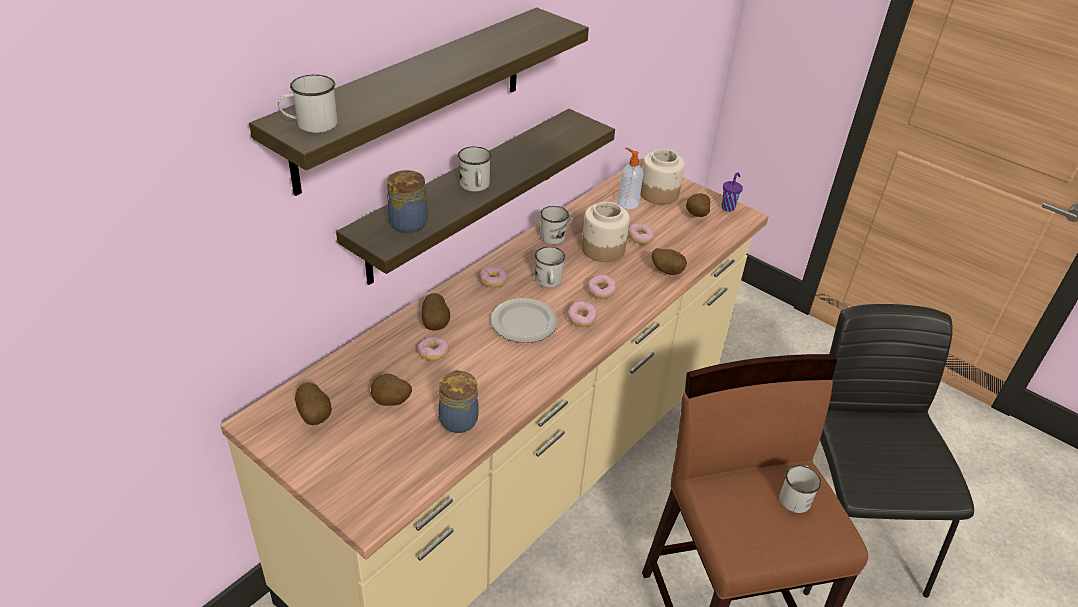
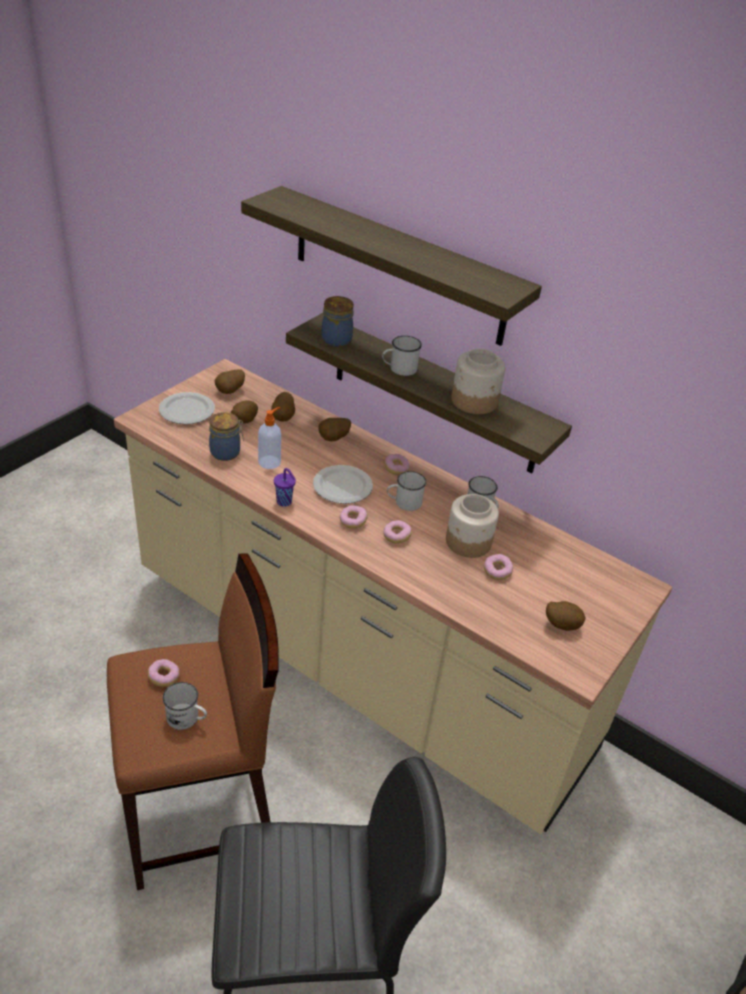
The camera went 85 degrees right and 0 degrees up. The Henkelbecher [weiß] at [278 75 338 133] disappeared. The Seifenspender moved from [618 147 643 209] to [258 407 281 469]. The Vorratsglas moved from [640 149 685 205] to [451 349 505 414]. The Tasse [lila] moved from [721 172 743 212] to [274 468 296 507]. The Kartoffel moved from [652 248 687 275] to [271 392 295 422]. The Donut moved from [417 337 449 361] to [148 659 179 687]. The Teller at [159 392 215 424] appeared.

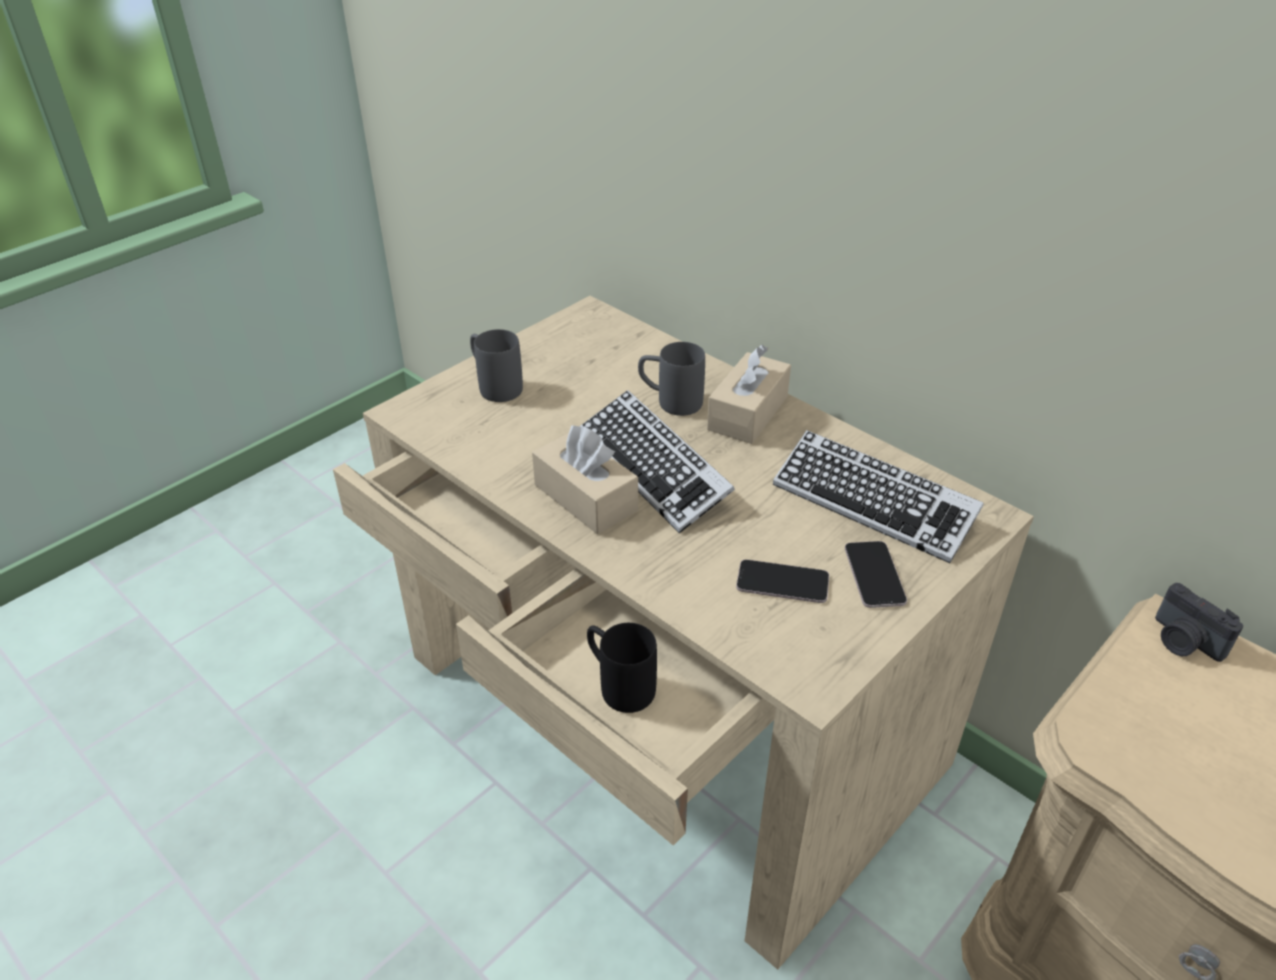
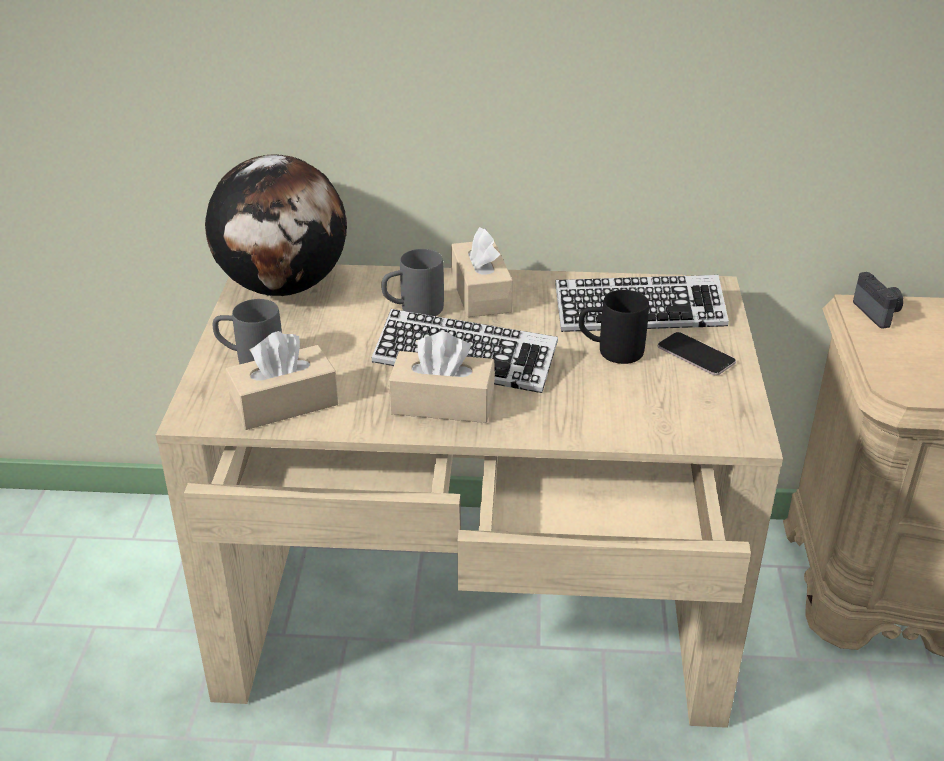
The camera went 40 degrees left and 5 degrees down. The Handy at [736 559 829 603] disappeared. The Kamera at [1155 583 1243 662] turned 120 degrees counterclockwise. The Henkelbecher [schwarz] moved from [587 623 657 713] to [579 290 649 364]. The Globus at [205 154 347 296] appeared. The Taschentuchbox [beige] at [225 331 338 430] appeared.

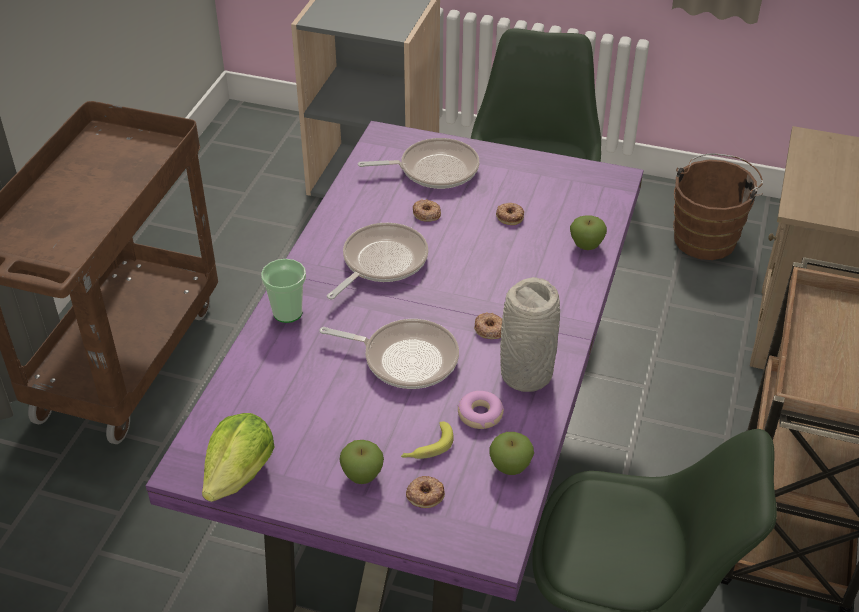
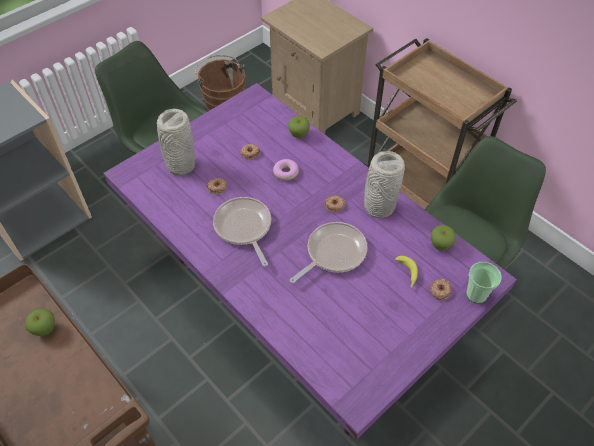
The camera went 60 degrees left and 10 degrees up. The Pfanne at [358 138 479 189] was replaced by the Vase [grau] at [157 109 195 176]. The Tasse moved from [261 259 306 323] to [466 262 502 304]. The Donut moved from [458 391 504 429] to [273 159 299 180]. The Salatkopf at [202 413 275 502] disappeared. The Apfel moved from [339 440 384 484] to [25 309 55 336].

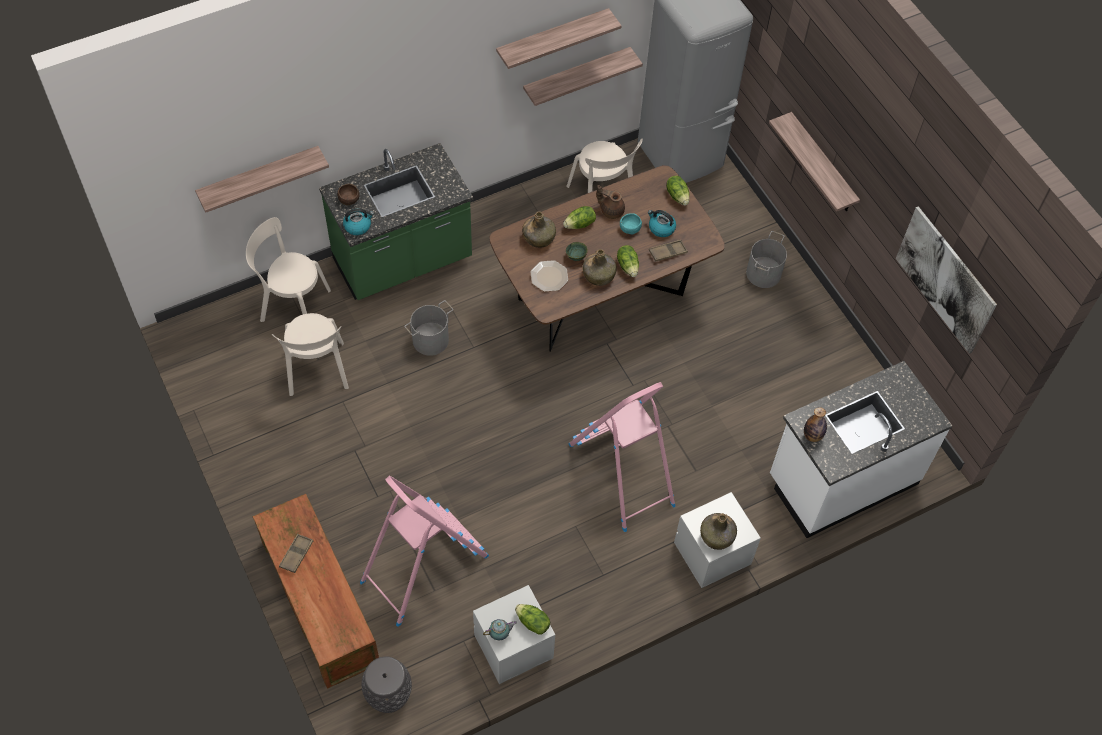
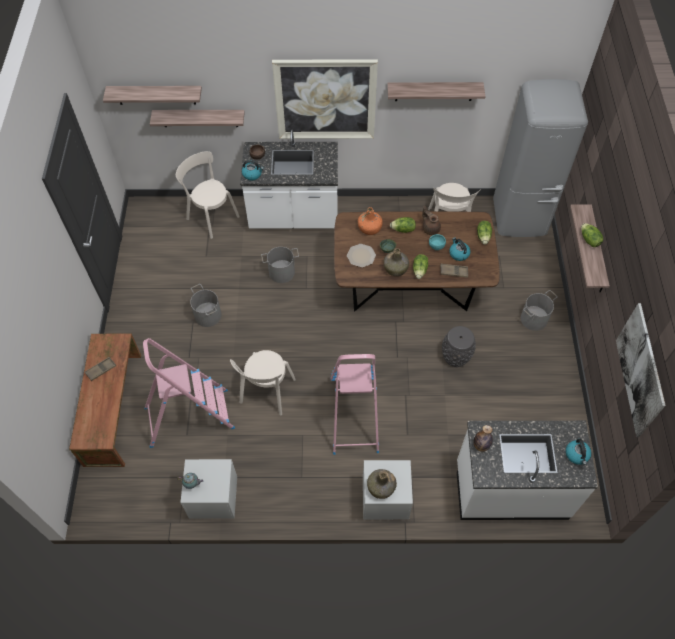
The camera went 30 degrees right and 0 degrees up. The Wandregal moved from [523 47 643 106] to [103 86 202 105]. The Küchenzeile [grün] at [319 143 473 300] became the Küchenzeile [weiß] at [240 129 338 229]. The Flasche [grün] at [522 211 556 248] became the Flasche [orange] at [358 207 383 235]. The Stuhl [beige] moved from [272 313 349 396] to [230 350 296 416]. The Salatkopf moved from [515 604 550 634] to [581 223 603 247]. The Hocker [grau] moved from [361 656 412 713] to [442 326 476 367]. The Bild at [272 59 378 139] appeared. The Eimer [grau] at [190 284 222 327] appeared. The Wasserkessel at [566 439 591 465] appeared.

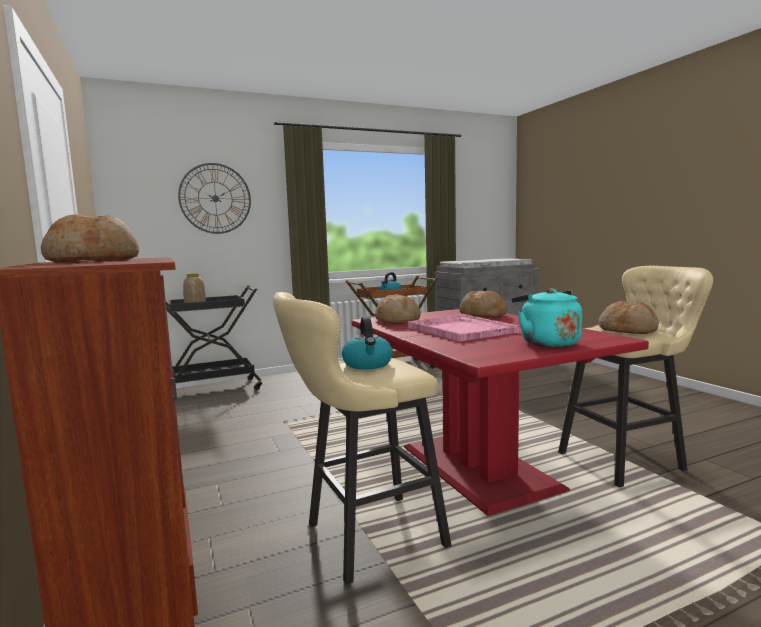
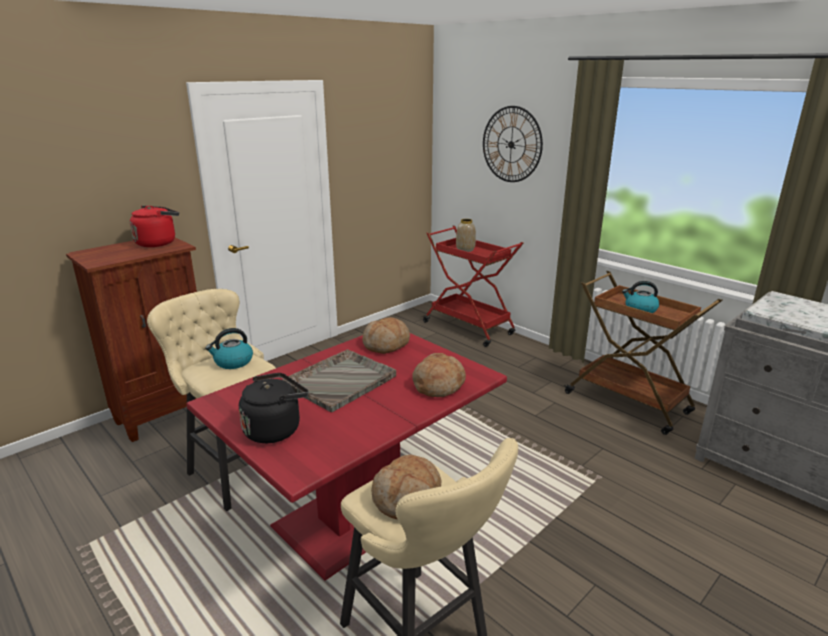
The camera went 70 degrees right and 15 degrees up. The Brot at [41 214 139 262] was replaced by the Wasserkessel [rot] at [130 205 179 247]. The Rollwagen [schwarz] at [166 285 262 390] became the Rollwagen [rot] at [422 226 524 347]. The Wasserkessel [türkis] at [511 289 582 347] became the Wasserkessel [schwarz] at [239 373 308 443]. The Tablett [rosa] at [408 314 520 342] became the Tablett [grau] at [283 349 396 412].

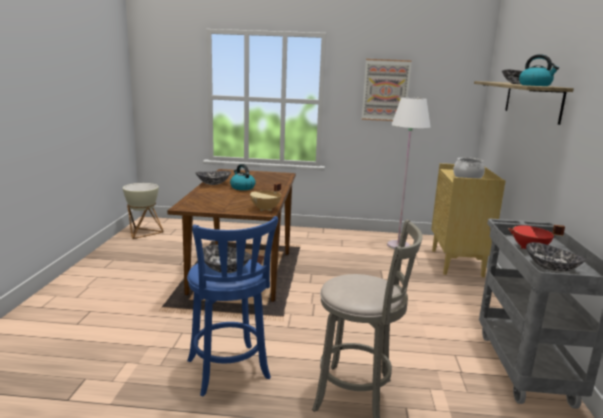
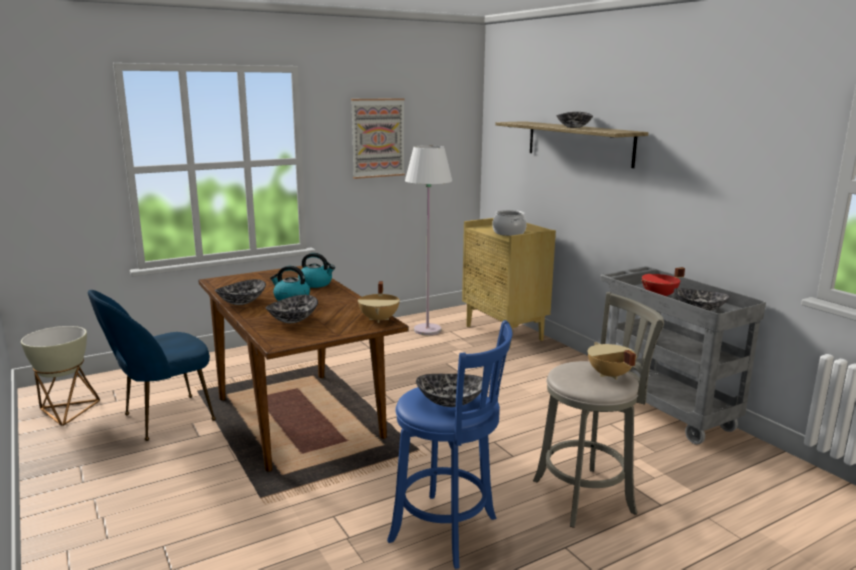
The camera went 35 degrees left and 0 degrees up. The Wasserkessel moved from [519 54 559 86] to [298 253 335 288]. The Stuhl [blau] at [88 290 216 441] appeared. The Schüssel at [266 295 318 323] appeared. The Kochtopf [beige] at [588 342 637 380] appeared.

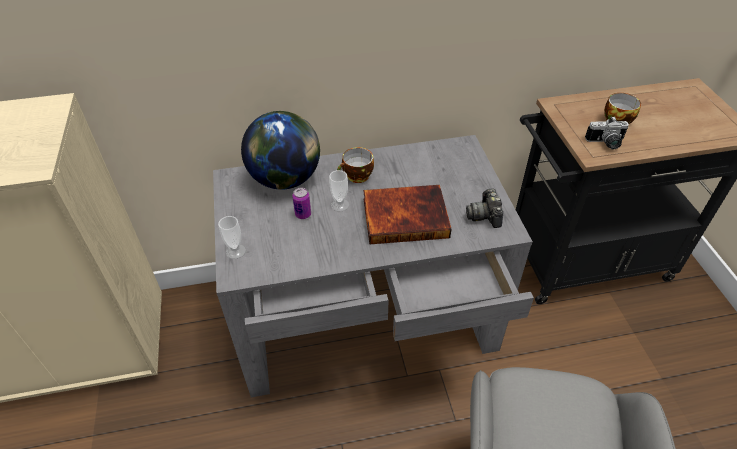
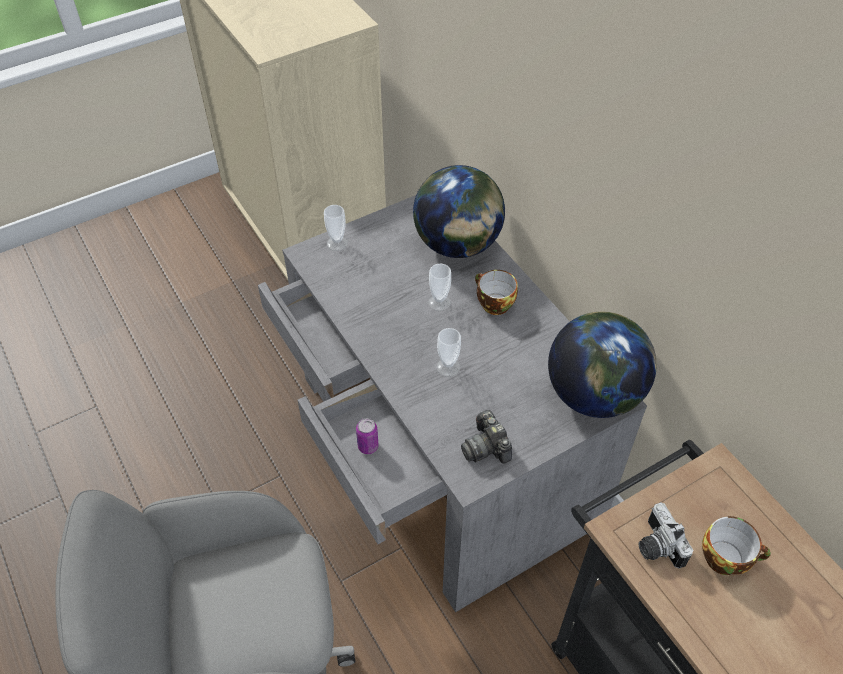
The camera went 70 degrees right and 5 degrees up. The Buch at [363 185 452 244] was replaced by the Tasse at [436 328 461 377]. The Dose moved from [292 187 311 219] to [356 418 378 454]. The Kamera at [466 189 503 228] turned 90 degrees counterclockwise. The Globus at [548 312 657 418] appeared.

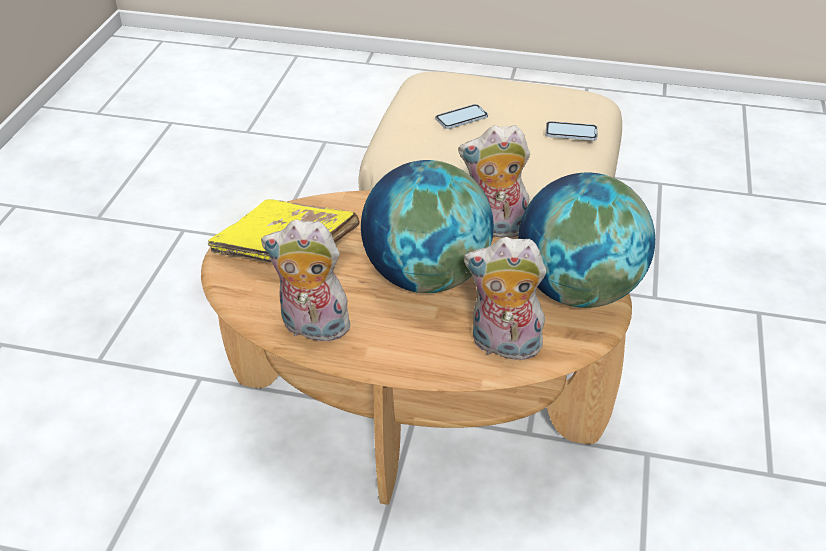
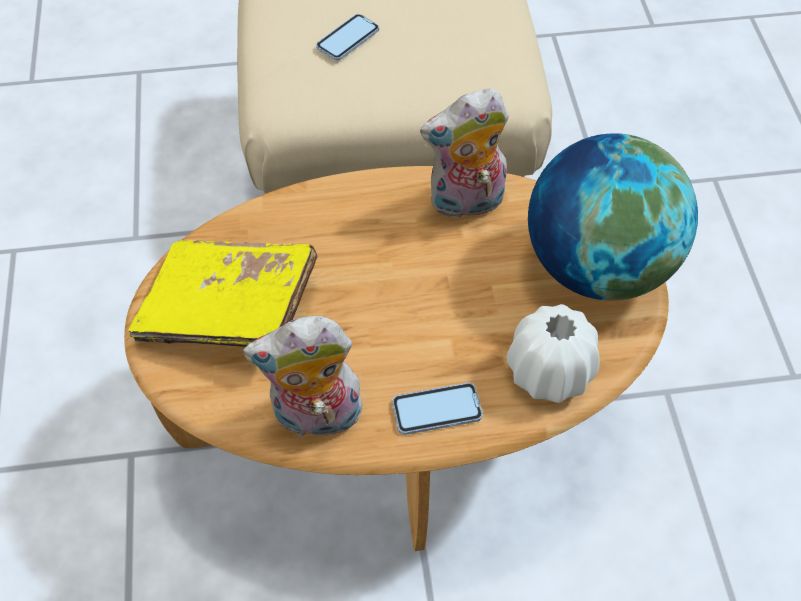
The camera went 20 degrees left and 15 degrees up. The Handy moved from [545 121 598 141] to [392 383 483 435]. The Globus at [361 160 494 293] disappeared. The Plüschtier at [464 237 547 360] was replaced by the Vase [weiß] at [507 304 600 403].

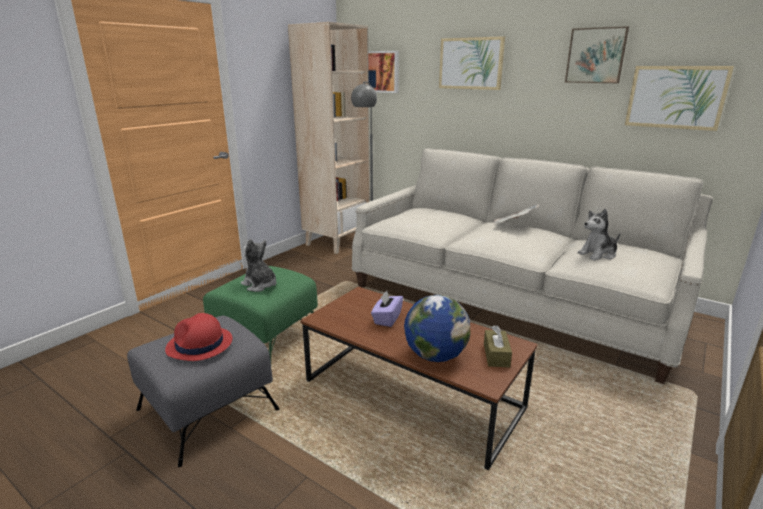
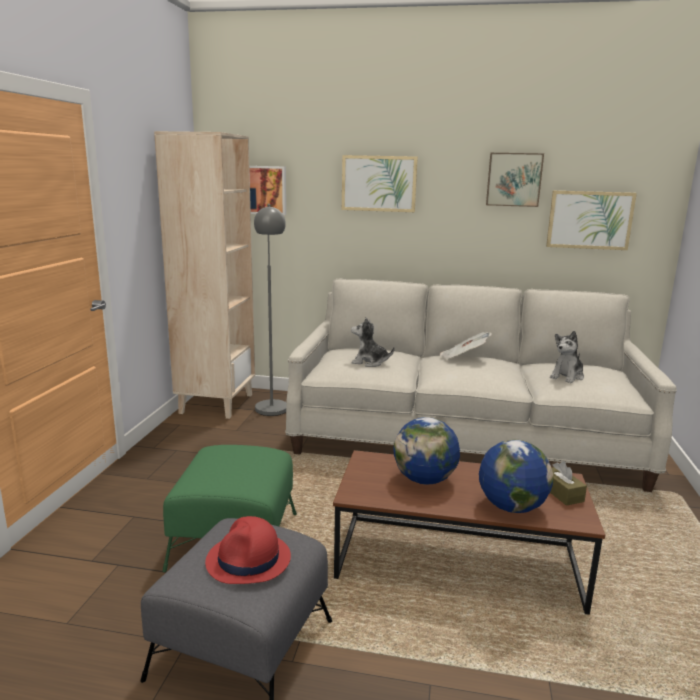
The camera went 25 degrees left and 5 degrees down. The Plüschtier moved from [241 239 277 292] to [351 317 395 367]. The Taschentuchbox [lila] at [371 290 403 327] was replaced by the Globus at [393 417 460 485].

